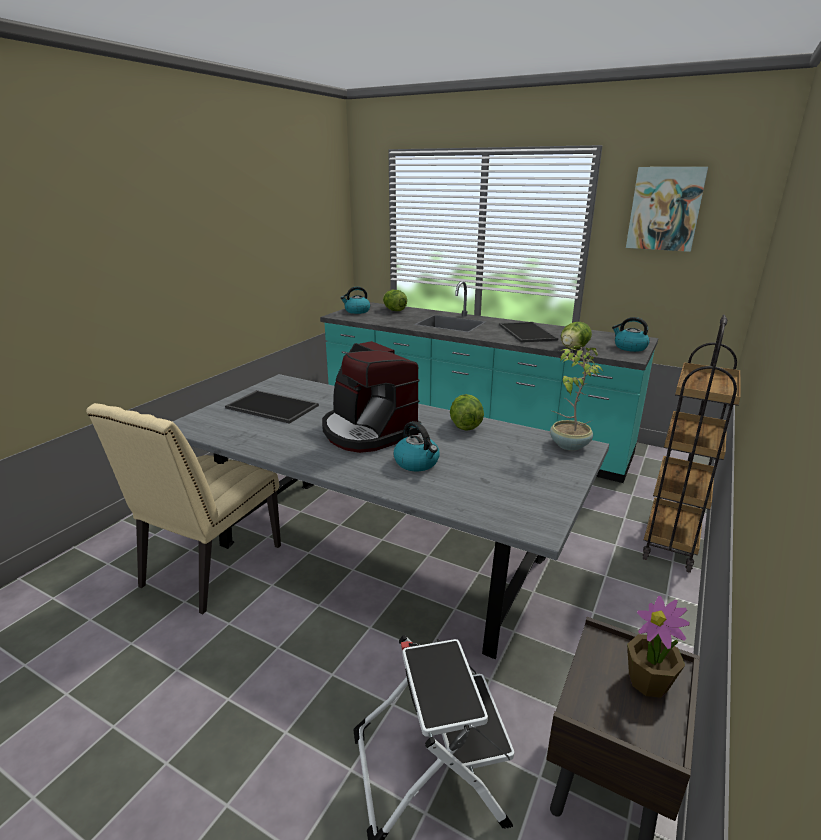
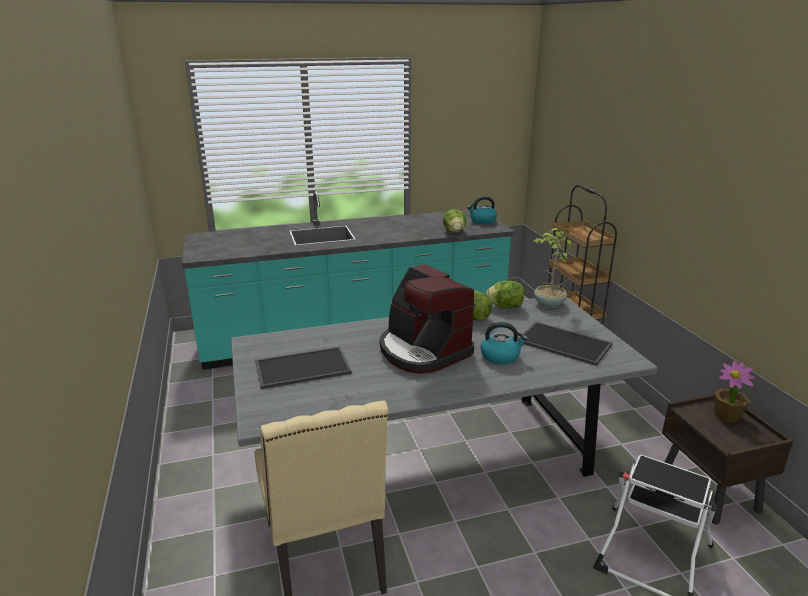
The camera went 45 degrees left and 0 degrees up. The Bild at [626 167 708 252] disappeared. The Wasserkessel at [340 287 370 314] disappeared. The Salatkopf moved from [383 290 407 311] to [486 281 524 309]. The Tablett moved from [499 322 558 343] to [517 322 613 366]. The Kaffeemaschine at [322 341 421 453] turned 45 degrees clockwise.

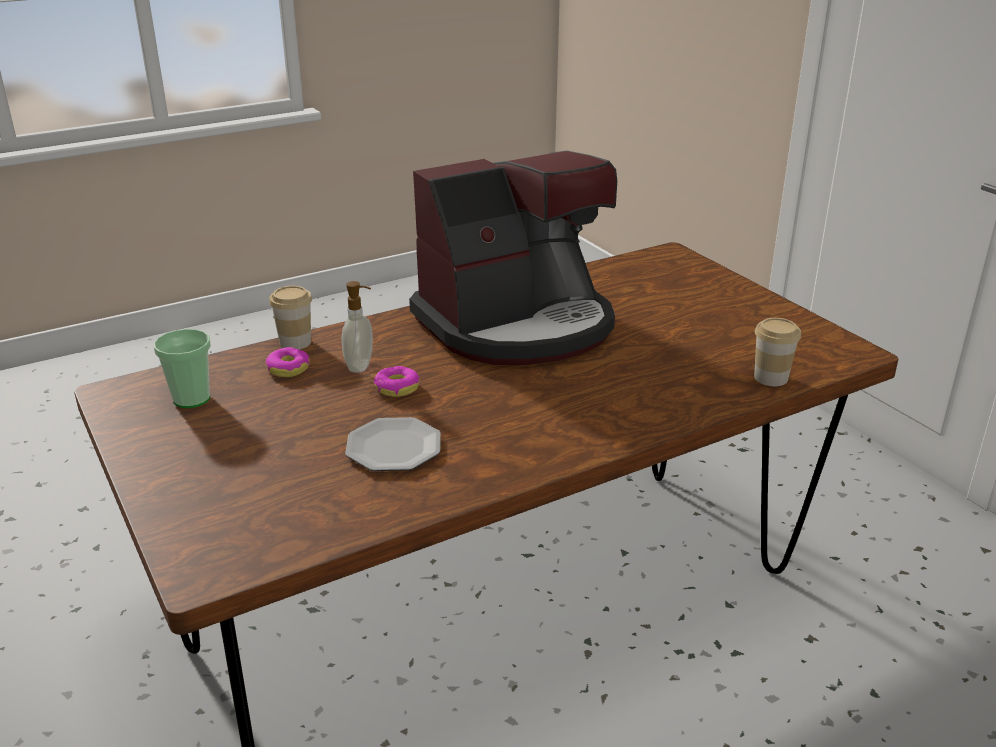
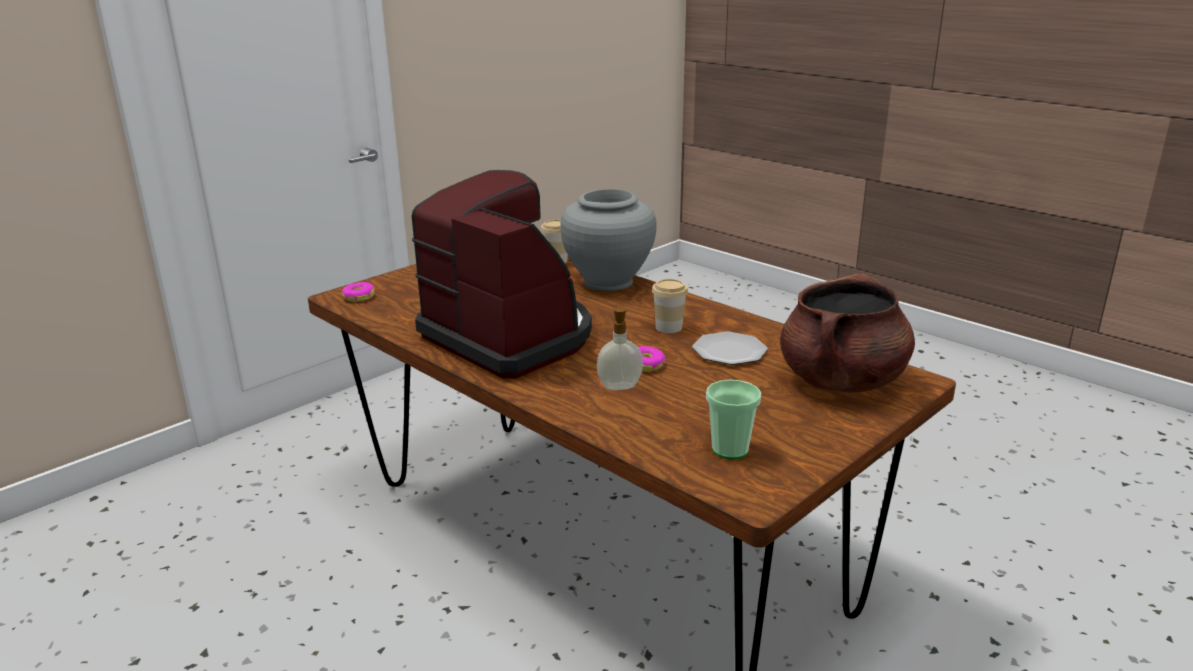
The camera went 105 degrees left and 5 degrees down. The Tasse moved from [269 286 312 350] to [652 279 688 333]. The Donut moved from [266 347 309 377] to [342 282 374 302]. The Vase [grau] at [560 189 657 291] appeared. The Kochtopf [braun] at [780 274 915 393] appeared.

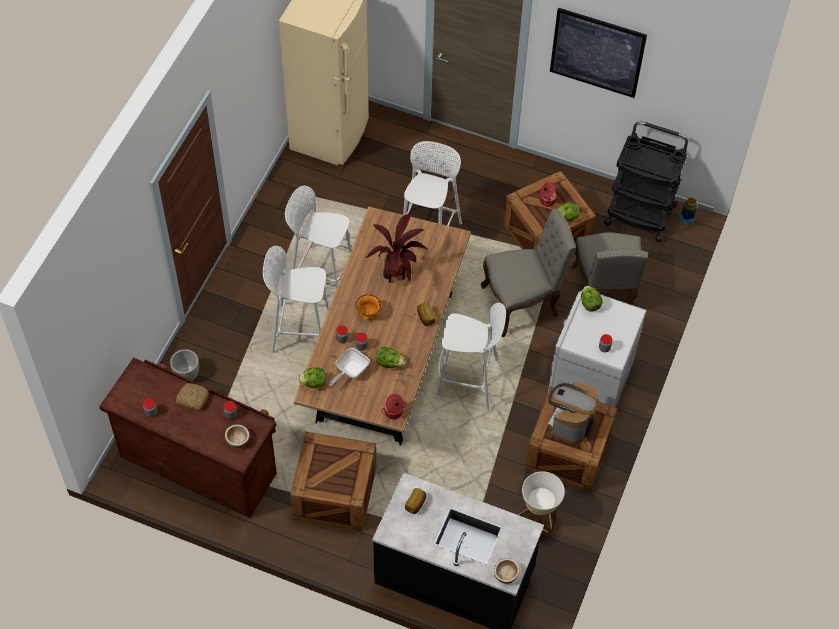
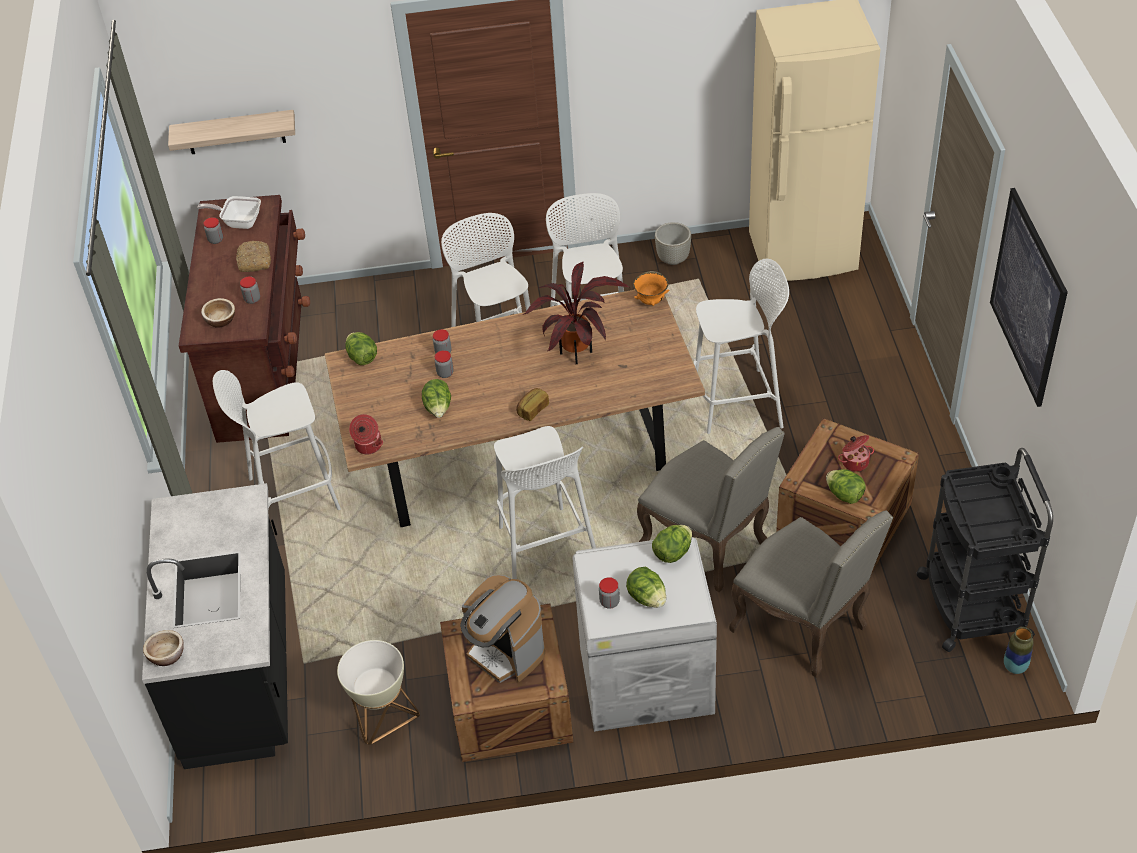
The camera went 65 degrees right and 10 degrees down. The Stuhl [grau] at [571 232 648 305] turned 105 degrees counterclockwise. The Schüssel [orange] moved from [355 294 381 320] to [633 271 669 306]. The Pfanne moved from [329 348 370 386] to [197 196 261 229]. The Pflanzkübel [grau] moved from [170 349 199 380] to [655 222 691 265]. The Kaffeemaschine at [547 381 599 444] turned 135 degrees counterclockwise. The Kiste at [290 432 376 531] was replaced by the Hocker [weiß] at [213 370 341 510]. The Brot at [405 488 426 514] disappeared. The Wandregal at [168 110 295 154] appeared. The Salatkopf at [626 567 666 608] appeared.

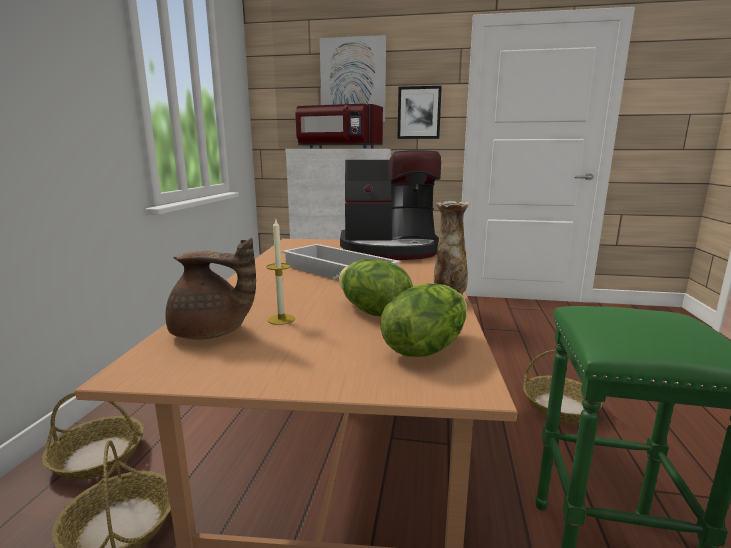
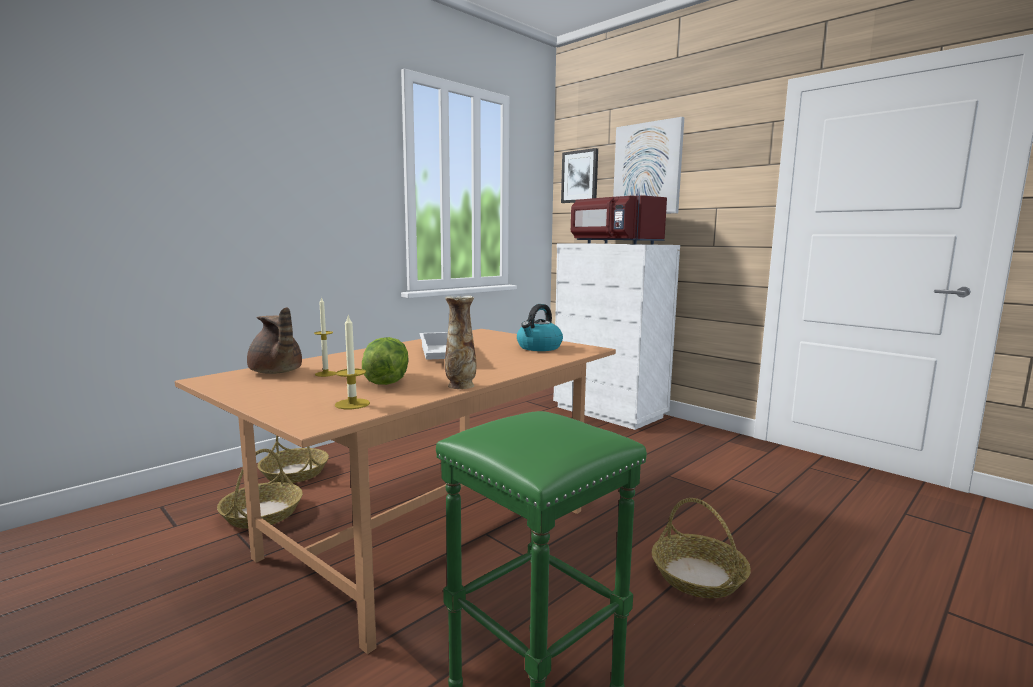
The camera went 35 degrees right and 5 degrees down. The Bild moved from [398 86 442 139] to [561 148 598 203]. The Kaffeemaschine at [340 150 441 260] was replaced by the Wasserkessel at [517 304 563 351]. The Salatkopf at [381 283 467 357] was replaced by the Kerze at [335 316 370 409].

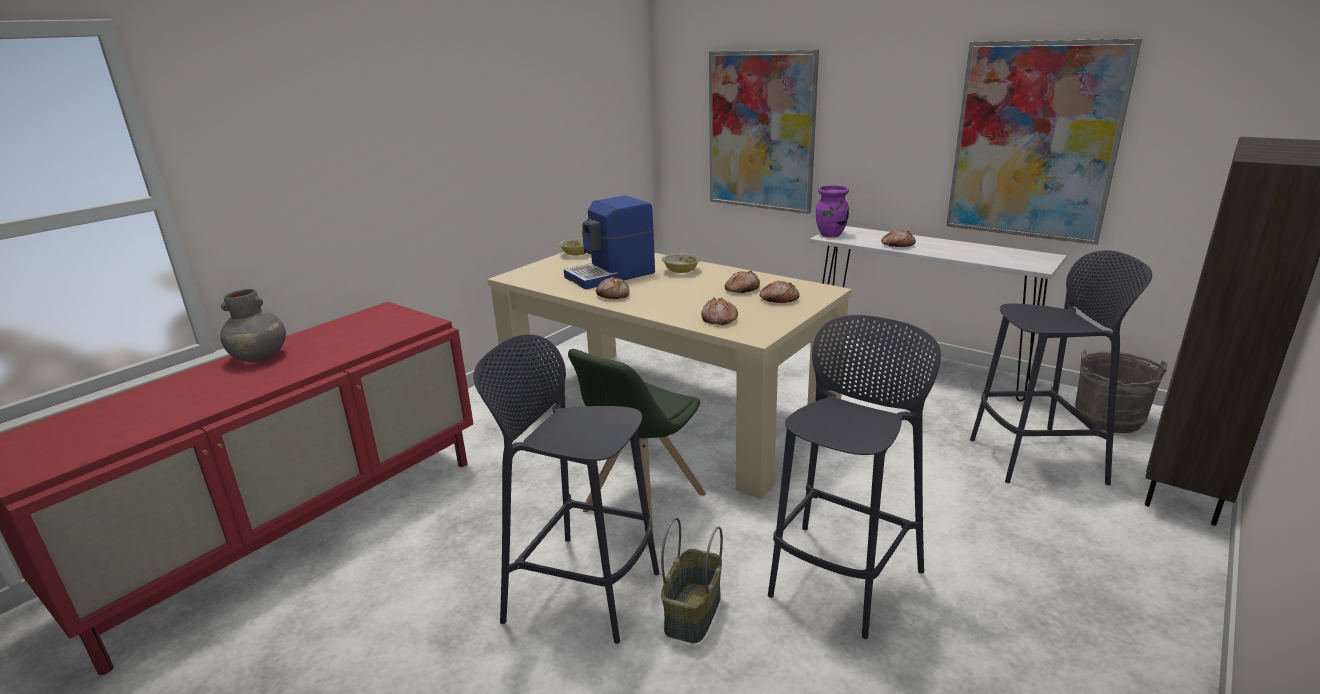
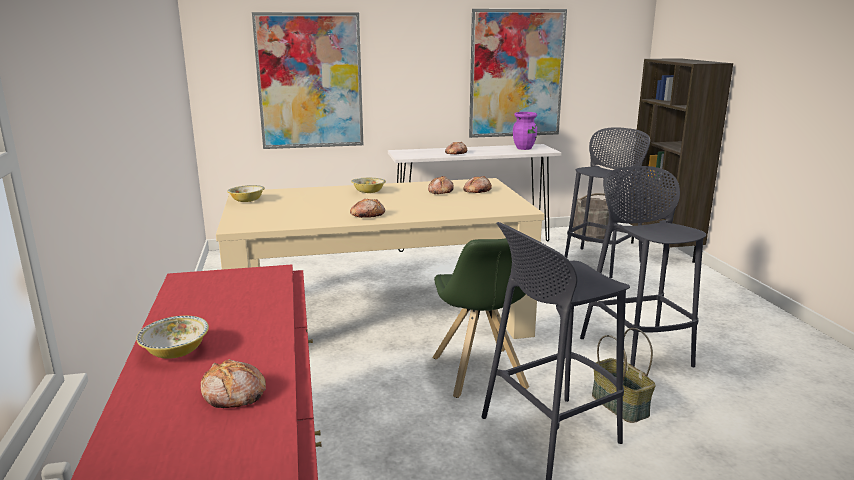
The camera went 50 degrees left and 5 degrees down. The Vase [lila] moved from [816 185 849 237] to [513 112 537 150]. The Kaffeemaschine at [564 196 655 290] disappeared. The Vase [grau] at [220 289 286 362] was replaced by the Schüssel at [136 316 209 359]. The Brot moved from [701 297 738 325] to [201 359 266 408].

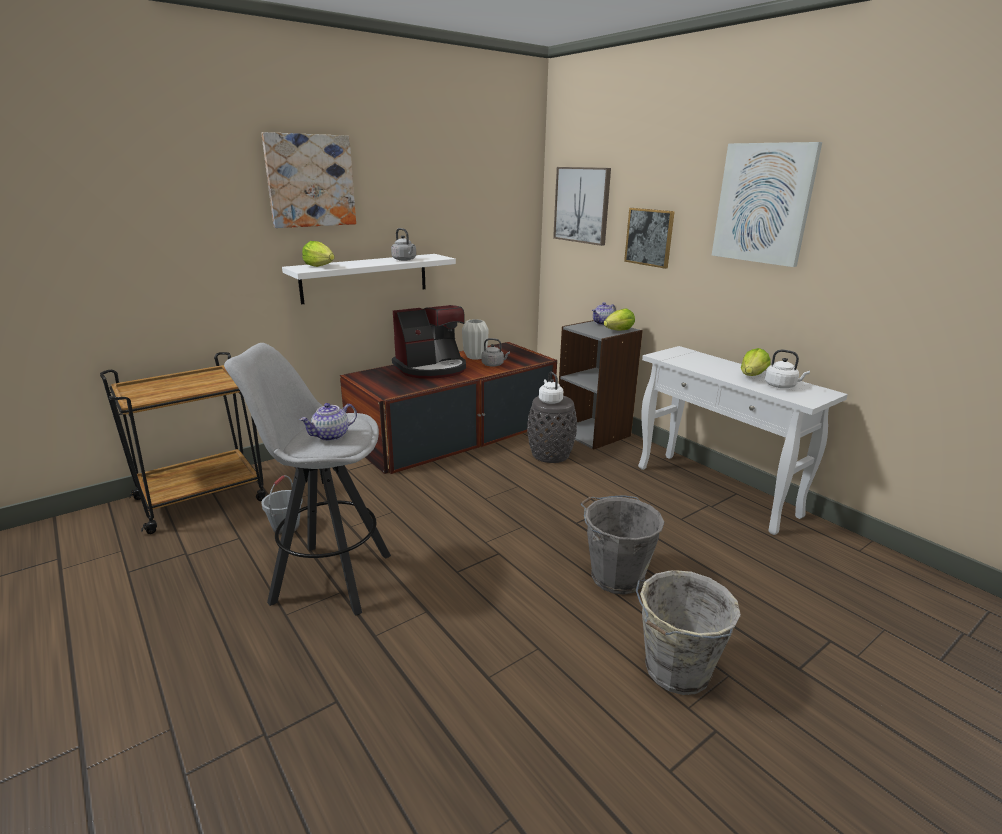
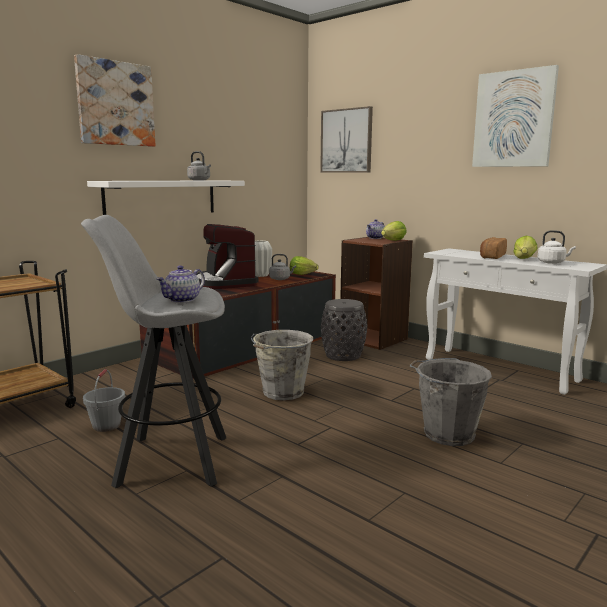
The camera went 10 degrees left and 10 degrees down. The Bild at [624 208 675 269] disappeared. The Salatkopf moved from [302 241 335 267] to [290 256 318 275]. The Kaffeemaschine at [392 305 466 379] turned 105 degrees clockwise. The Bücherregal [grau] at [556 320 643 449] became the Bücherregal [braun] at [340 237 413 350]. The Wasserkessel [weiß] at [539 372 563 404] disappeared. The Eimer [grau] moved from [636 570 741 695] to [251 330 313 400]. The Brot at [480 237 507 259] appeared.

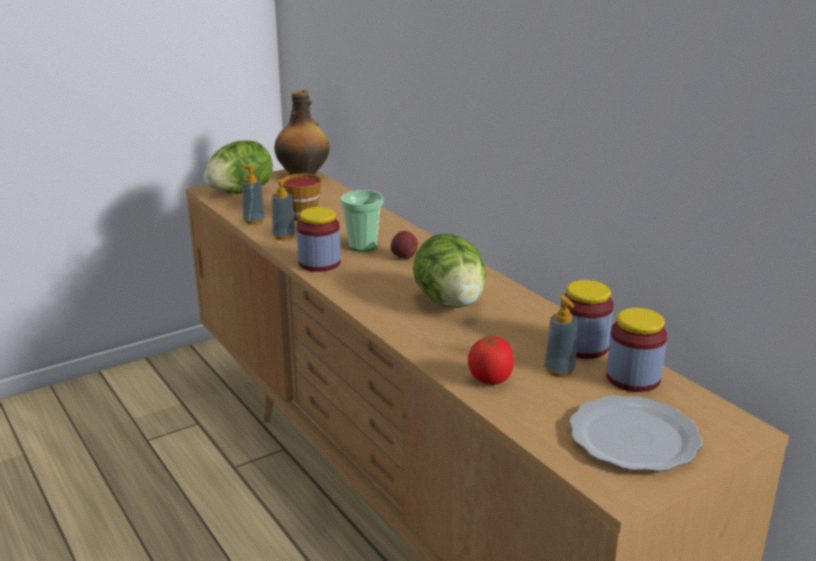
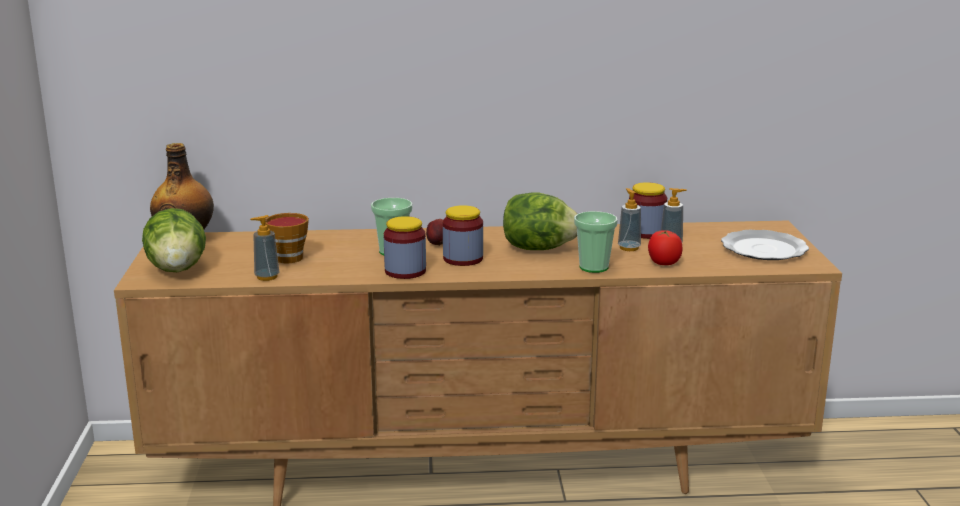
The camera went 60 degrees left and 5 degrees down. The Seifenspender moved from [272 177 296 240] to [618 188 641 251]. The Vorratsglas moved from [606 308 667 392] to [443 205 483 266]. The Tasse at [574 211 618 273] appeared.

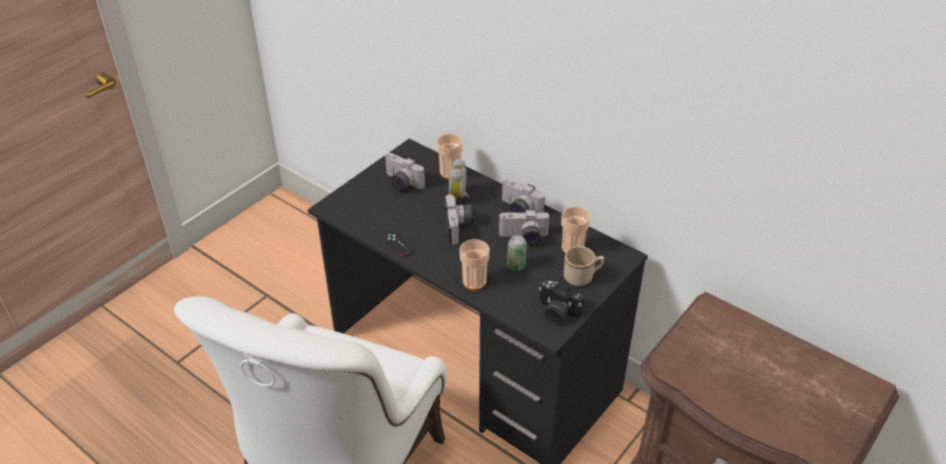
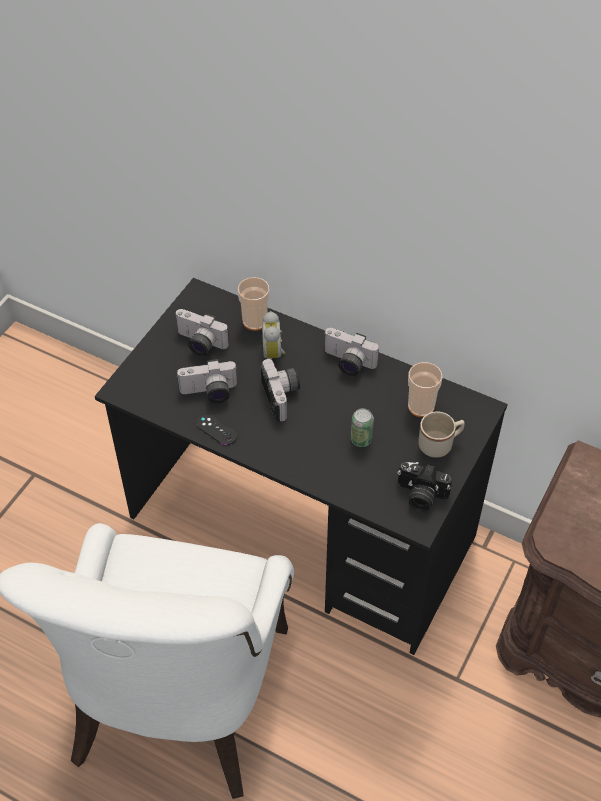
The camera went 10 degrees left and 10 degrees up. The Kamera moved from [499 209 550 246] to [177 359 237 403]. The Tasse at [460 239 490 290] disappeared.

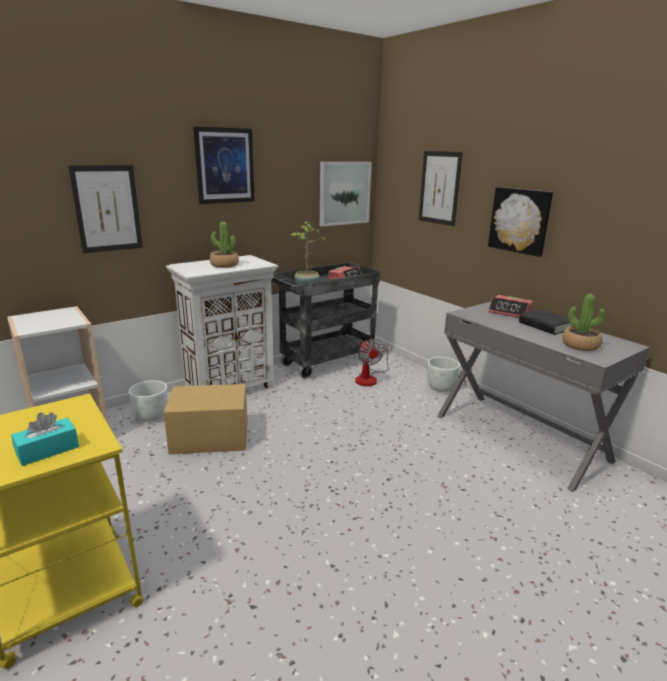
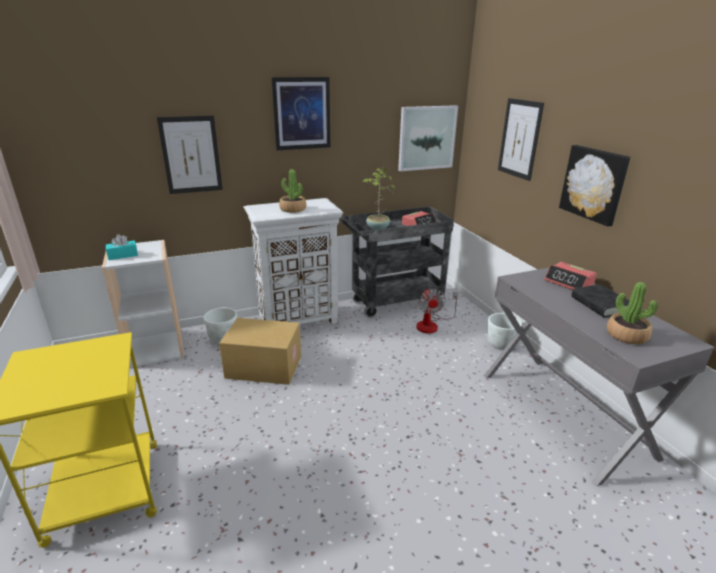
The camera went 15 degrees right and 5 degrees up. The Taschentuchbox [türkis] moved from [11 412 79 466] to [106 234 138 260].

